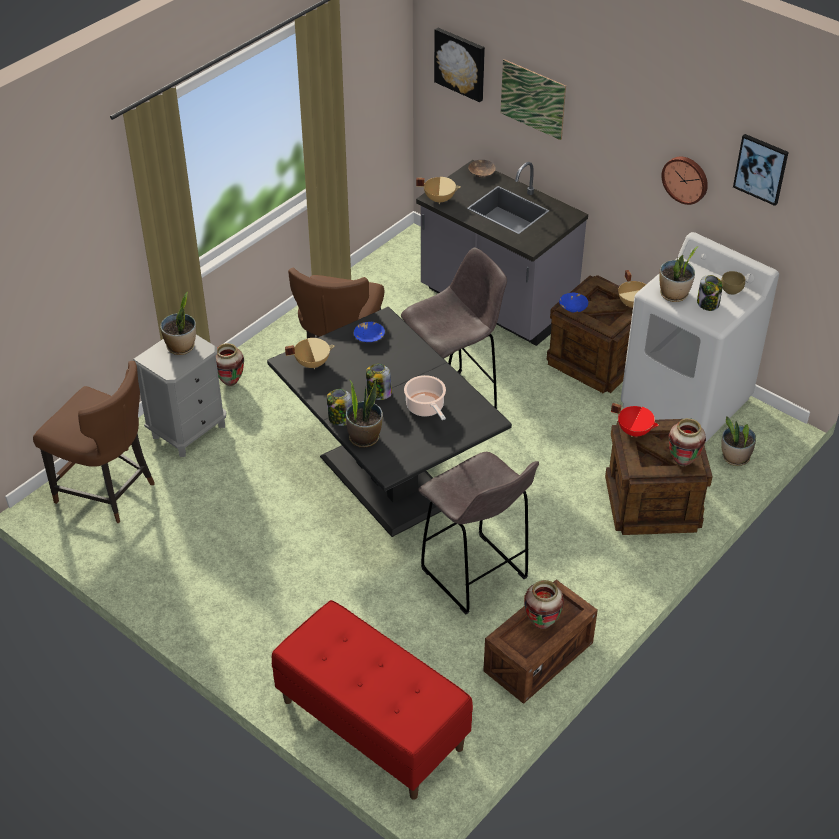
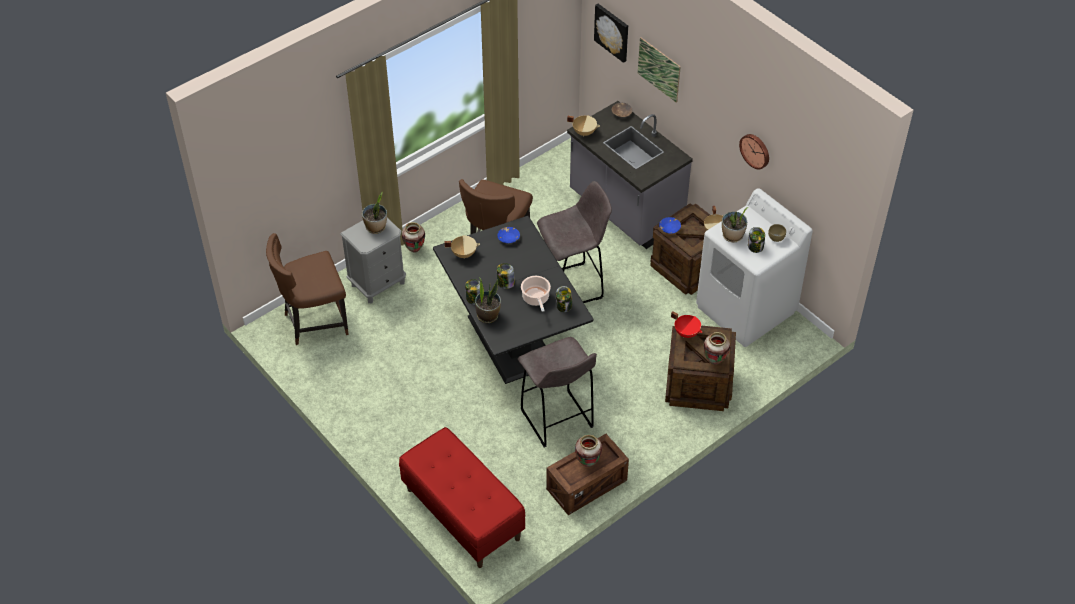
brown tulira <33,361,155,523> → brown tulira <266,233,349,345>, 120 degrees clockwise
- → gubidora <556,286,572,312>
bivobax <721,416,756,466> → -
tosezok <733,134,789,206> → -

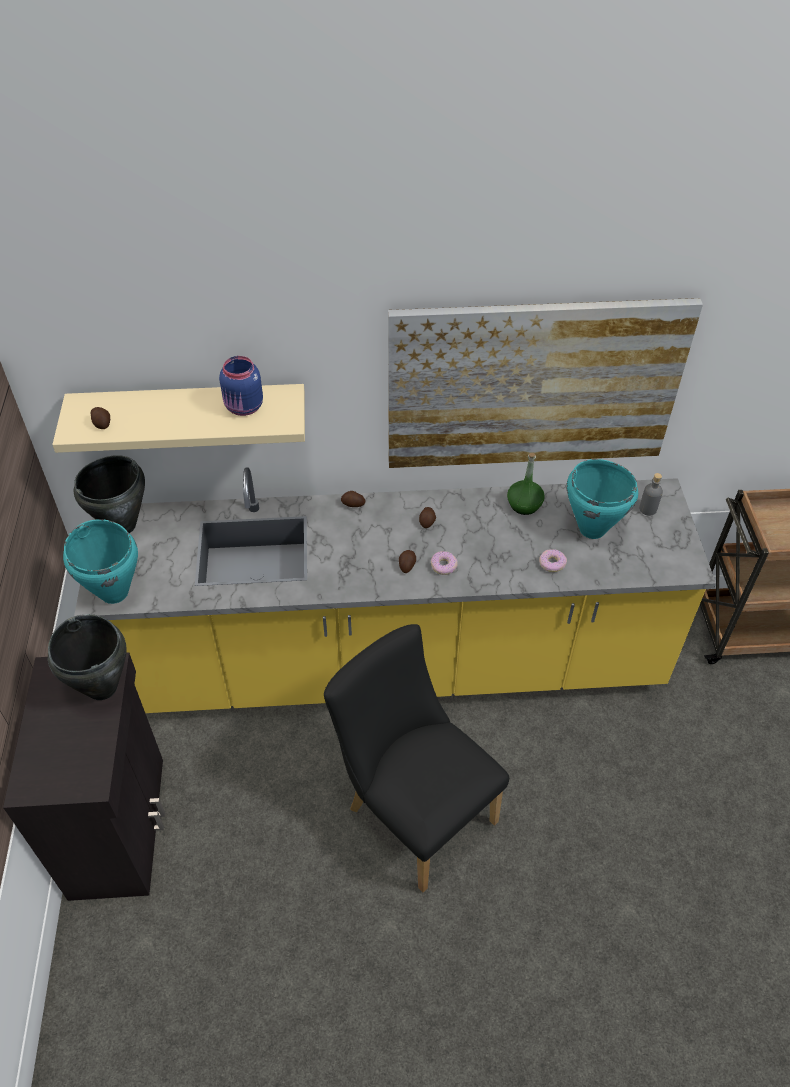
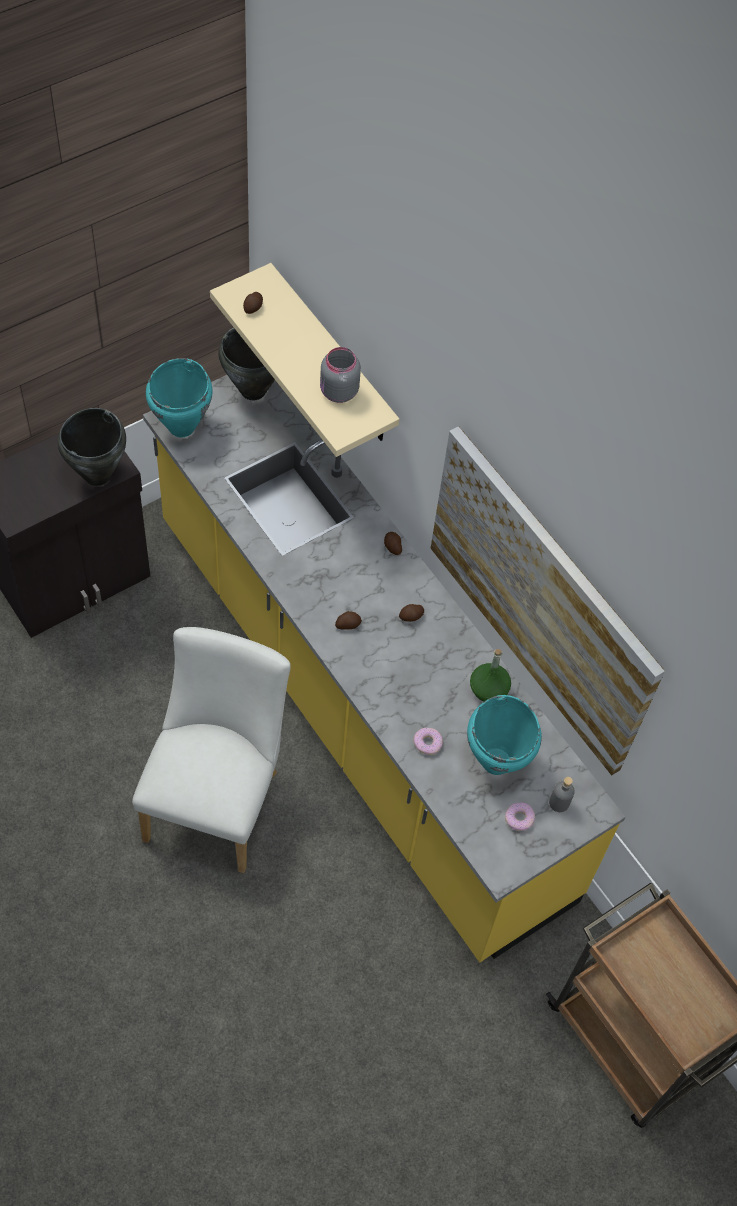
black tulira <324,624,509,892> → white tulira <132,627,291,873>
blue gubidora <219,356,263,416> → grey gubidora <320,347,361,403>
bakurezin <431,551,458,575> → bakurezin <505,802,535,831>, shifted

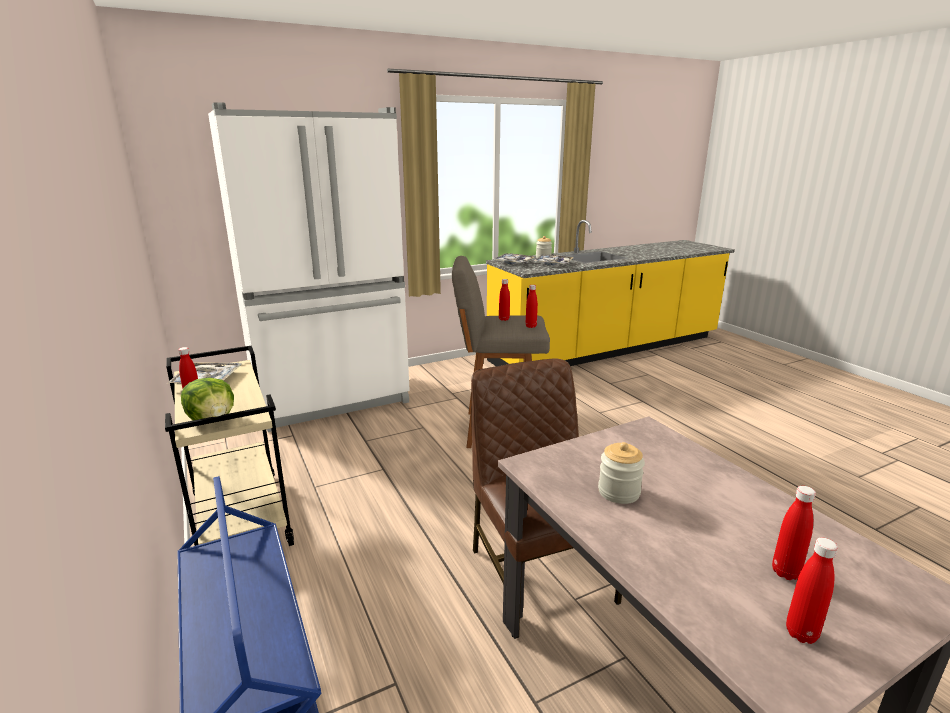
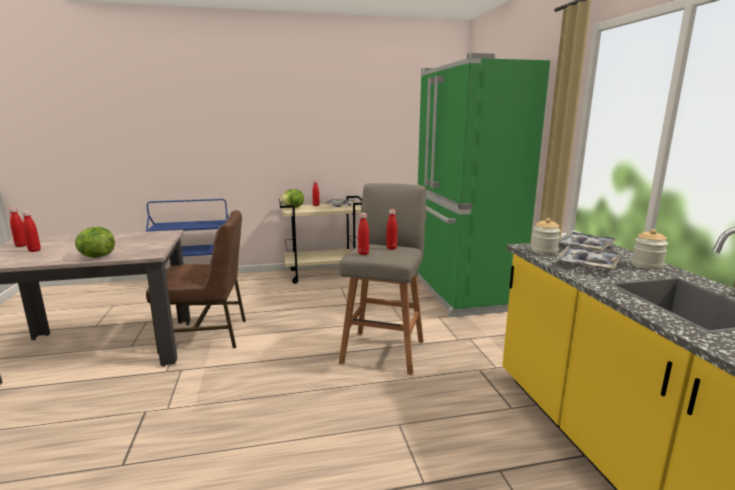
- → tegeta <75,227,115,258>
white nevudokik <208,102,410,432> → green nevudokik <416,53,550,317>
gubidora <598,442,645,504> → gubidora <531,218,561,255>, shifted

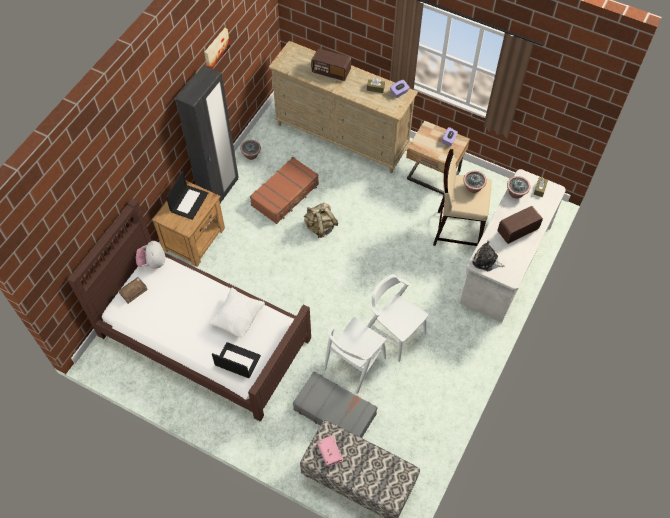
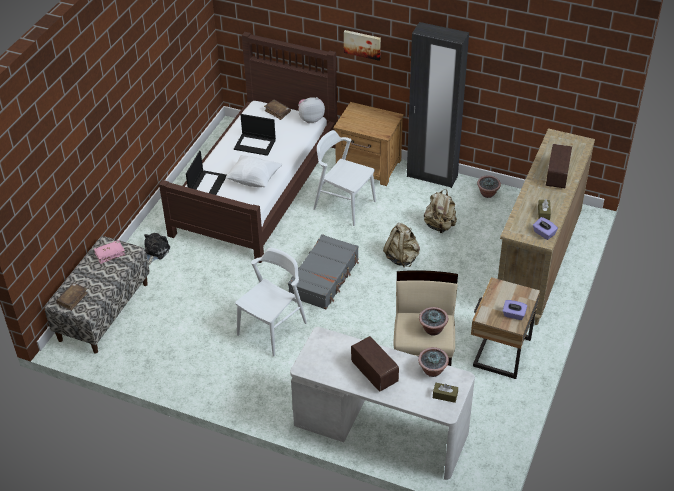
- → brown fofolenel <56,283,88,311>
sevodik <472,241,505,271> → sevodik <144,233,170,265>, shifted
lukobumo <166,171,208,220> → lukobumo <234,114,276,156>, shifted
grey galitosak <293,371,377,438> → grey galitosak <288,234,359,310>, shifted
white tulira <324,317,386,394> → white tulira <313,130,376,226>, shifted
tosezok <204,28,230,69> → tosezok <344,30,381,61>, shifted
brown galitosak <250,157,319,224> → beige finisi <424,190,457,233>

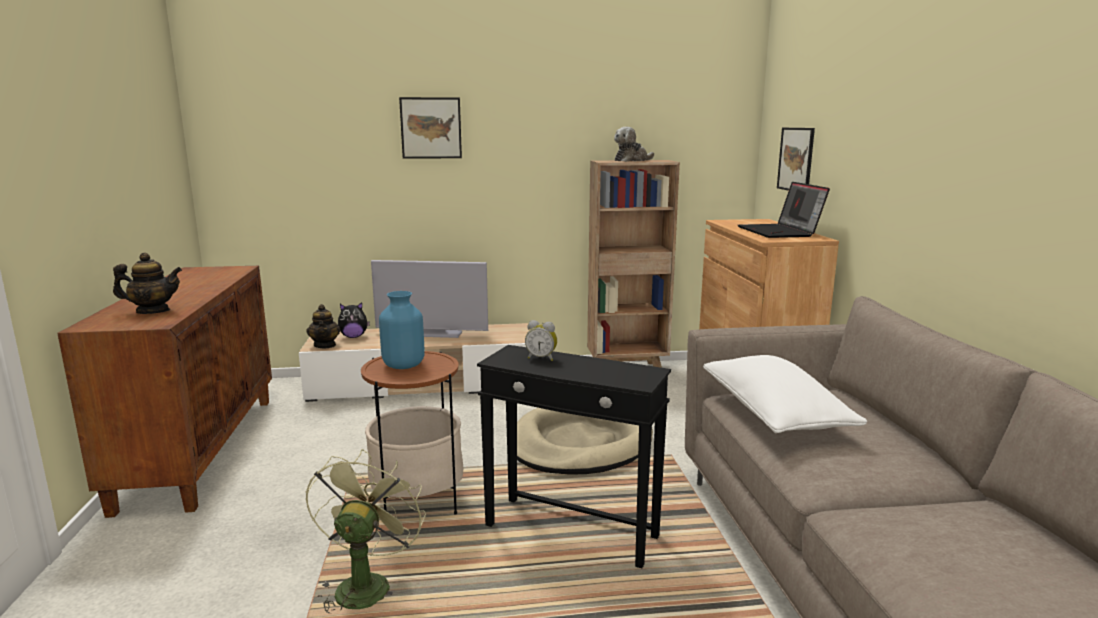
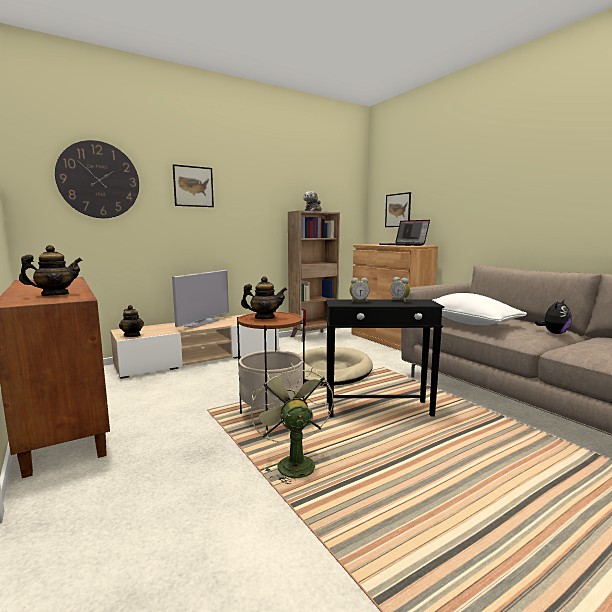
- → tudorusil <55,140,139,218>
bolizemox <371,260,488,338> → bolizemox <172,270,229,328>, 45 degrees counterclockwise
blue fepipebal <379,291,425,369> → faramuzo <241,276,287,319>
- → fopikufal <390,277,410,302>
sevodik <338,302,370,338> → sevodik <535,299,572,334>, shifted

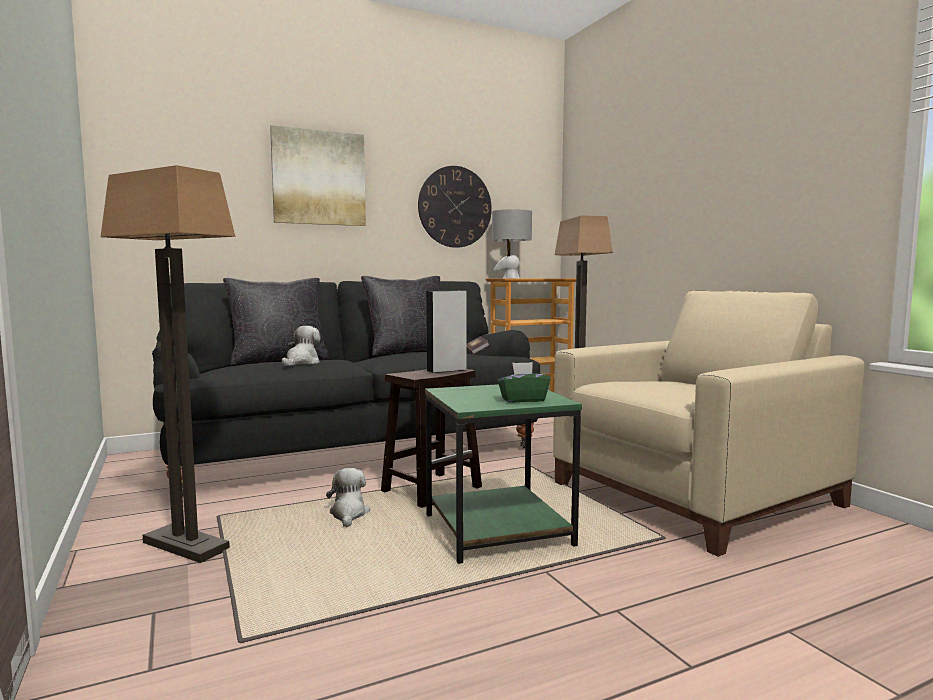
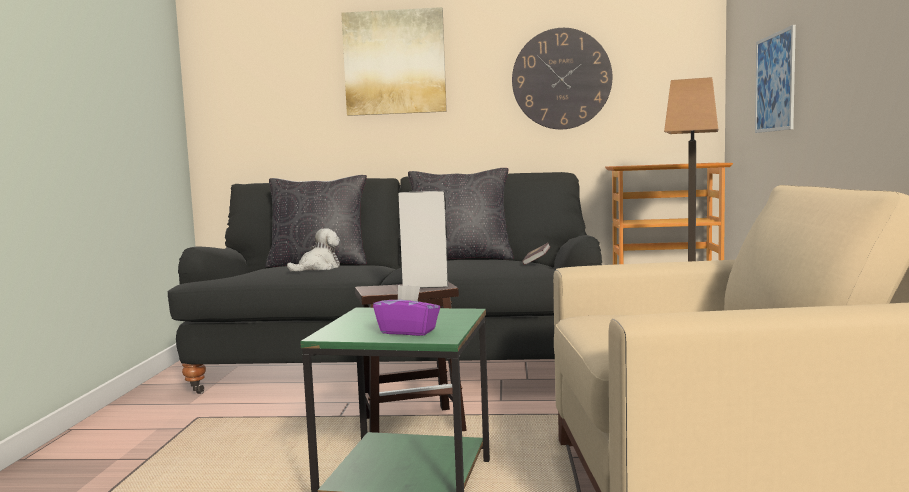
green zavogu <498,362,550,402> → purple zavogu <373,285,440,336>
- → tosezok <755,25,796,133>
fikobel <101,165,235,563> → -
sevodik <326,468,370,527> → -
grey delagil <492,209,532,278> → -

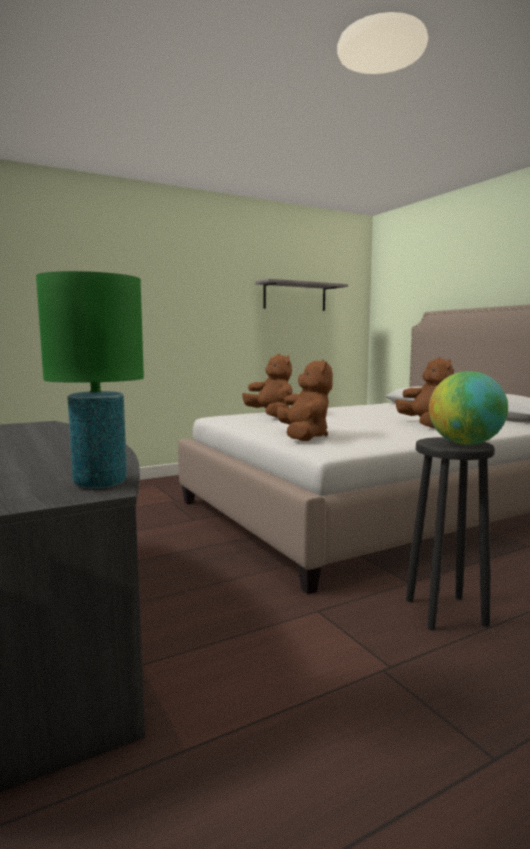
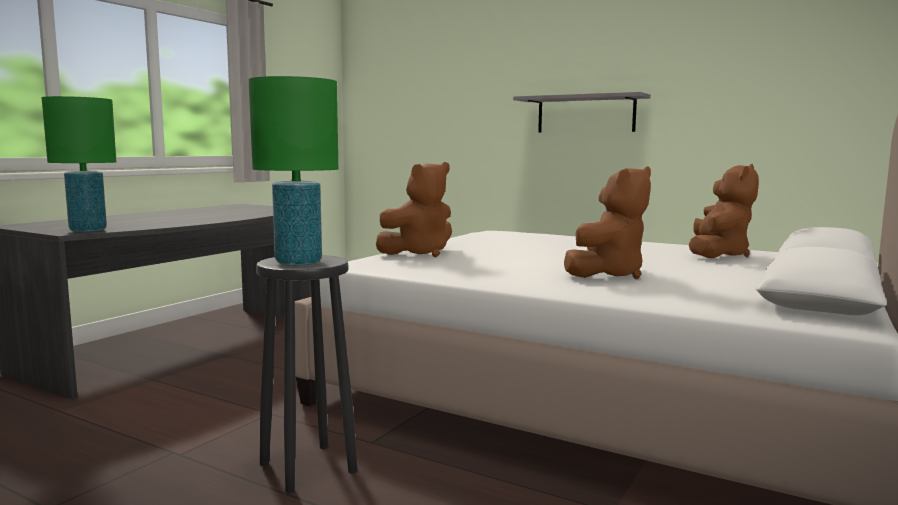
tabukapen <429,371,508,445> → green delagil <248,76,338,266>
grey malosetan <255,279,348,311> → grey malosetan <513,92,651,132>, shifted
brown sevodik <242,354,292,418> → brown sevodik <689,164,759,258>, shifted

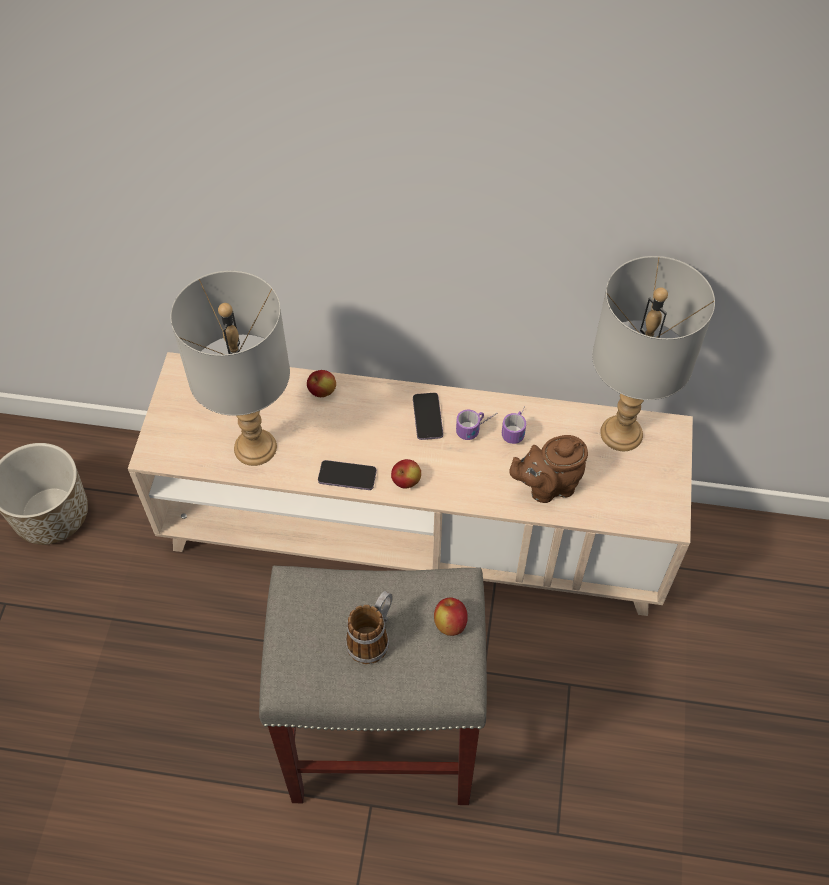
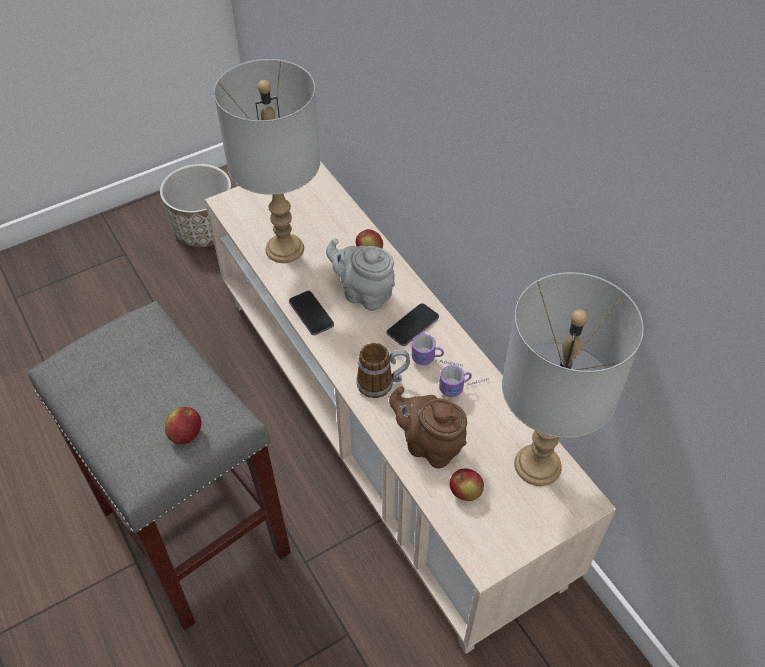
- → grey faramuzo <326,238,395,311>
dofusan <346,591,393,664> → dofusan <356,343,410,398>, shifted
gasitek <391,459,421,489> → gasitek <450,468,484,501>, shifted

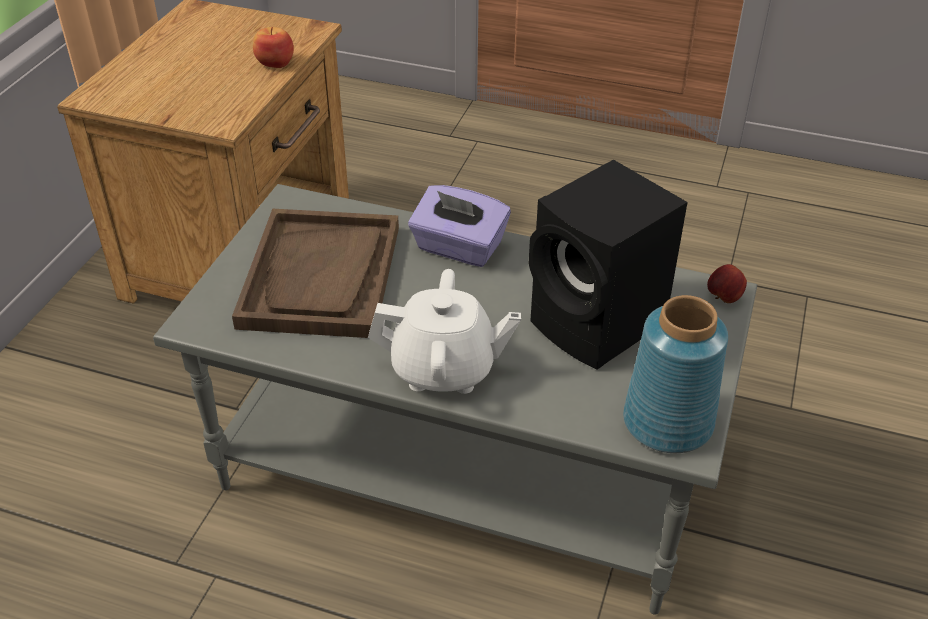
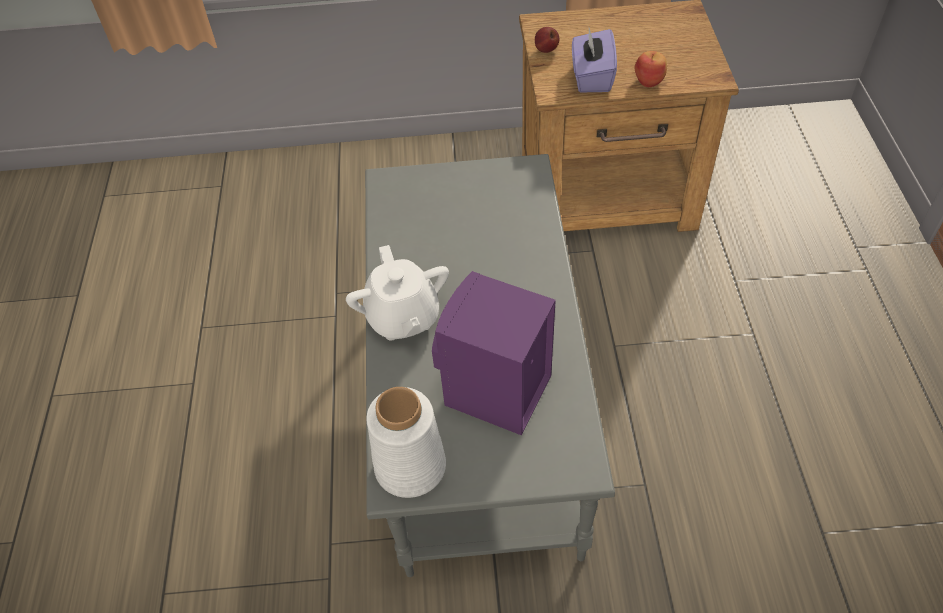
blue fepipebal <623,295,728,453> → white fepipebal <366,387,446,498>
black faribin <529,160,688,370> → purple faribin <432,271,556,435>
gasitek <707,264,747,303> → gasitek <535,27,560,53>, shifted
purple zavogu <408,185,511,267> → purple zavogu <572,28,617,92>, shifted
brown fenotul <232,209,399,338> → -

